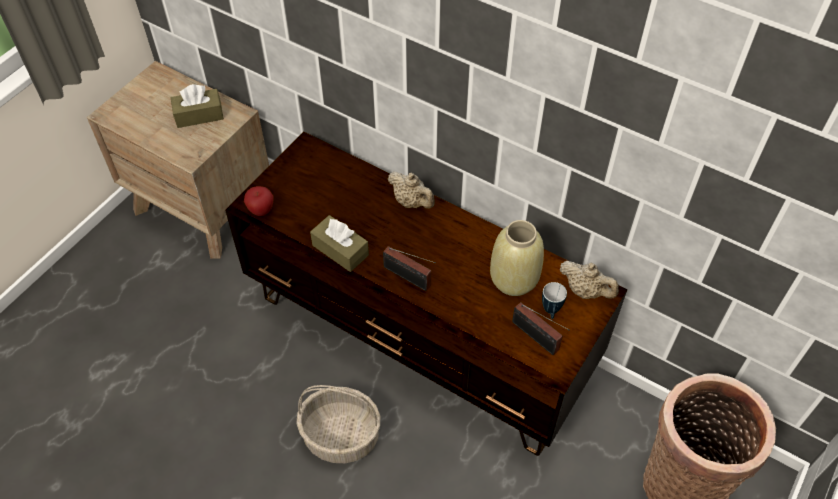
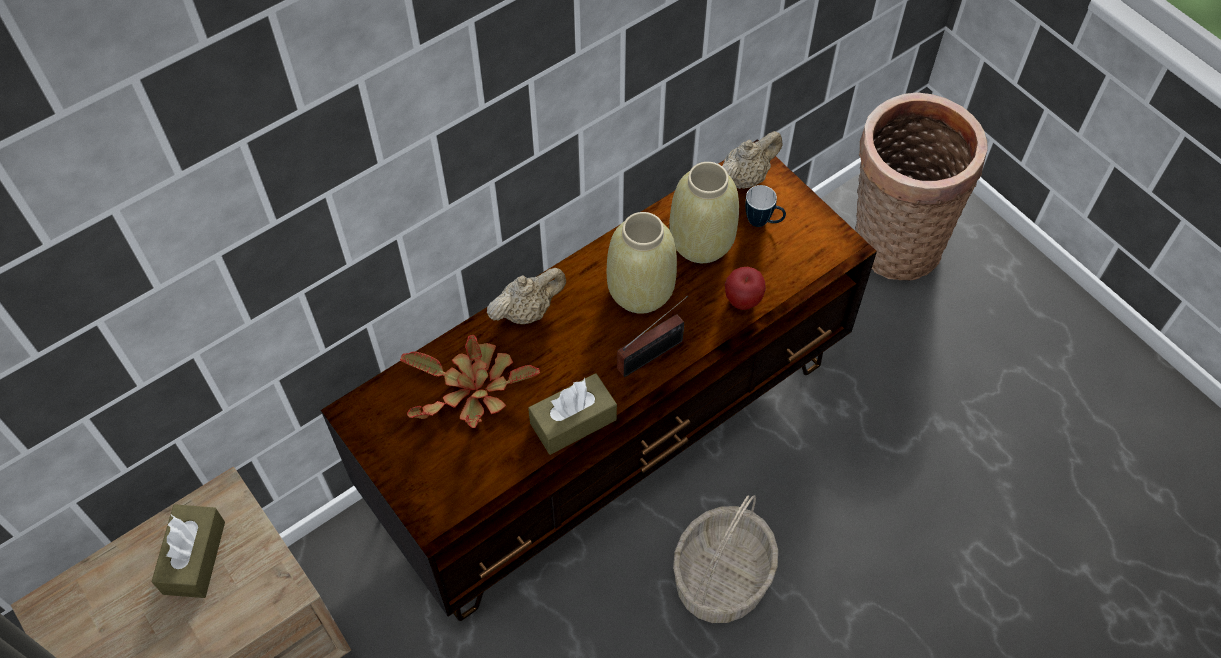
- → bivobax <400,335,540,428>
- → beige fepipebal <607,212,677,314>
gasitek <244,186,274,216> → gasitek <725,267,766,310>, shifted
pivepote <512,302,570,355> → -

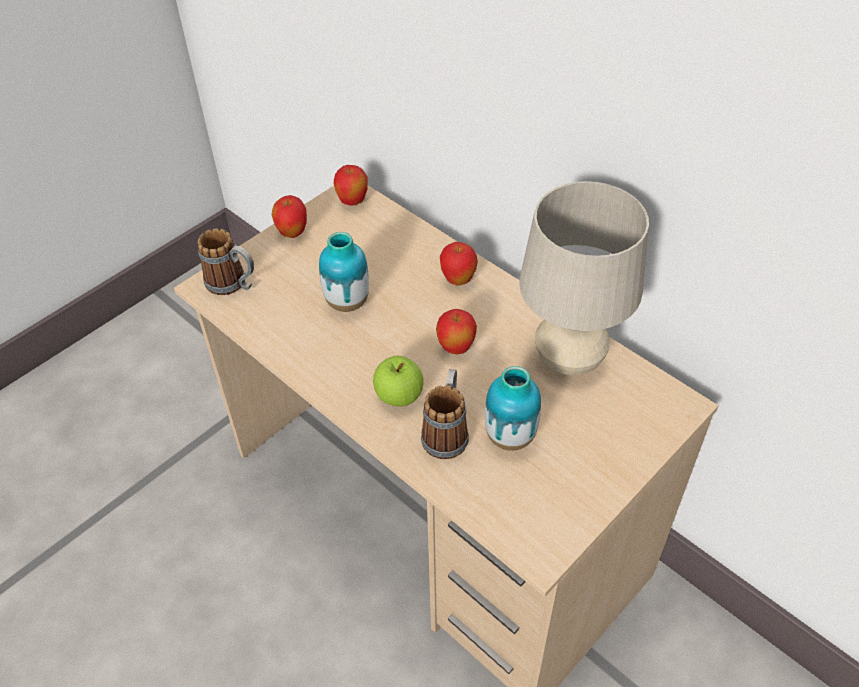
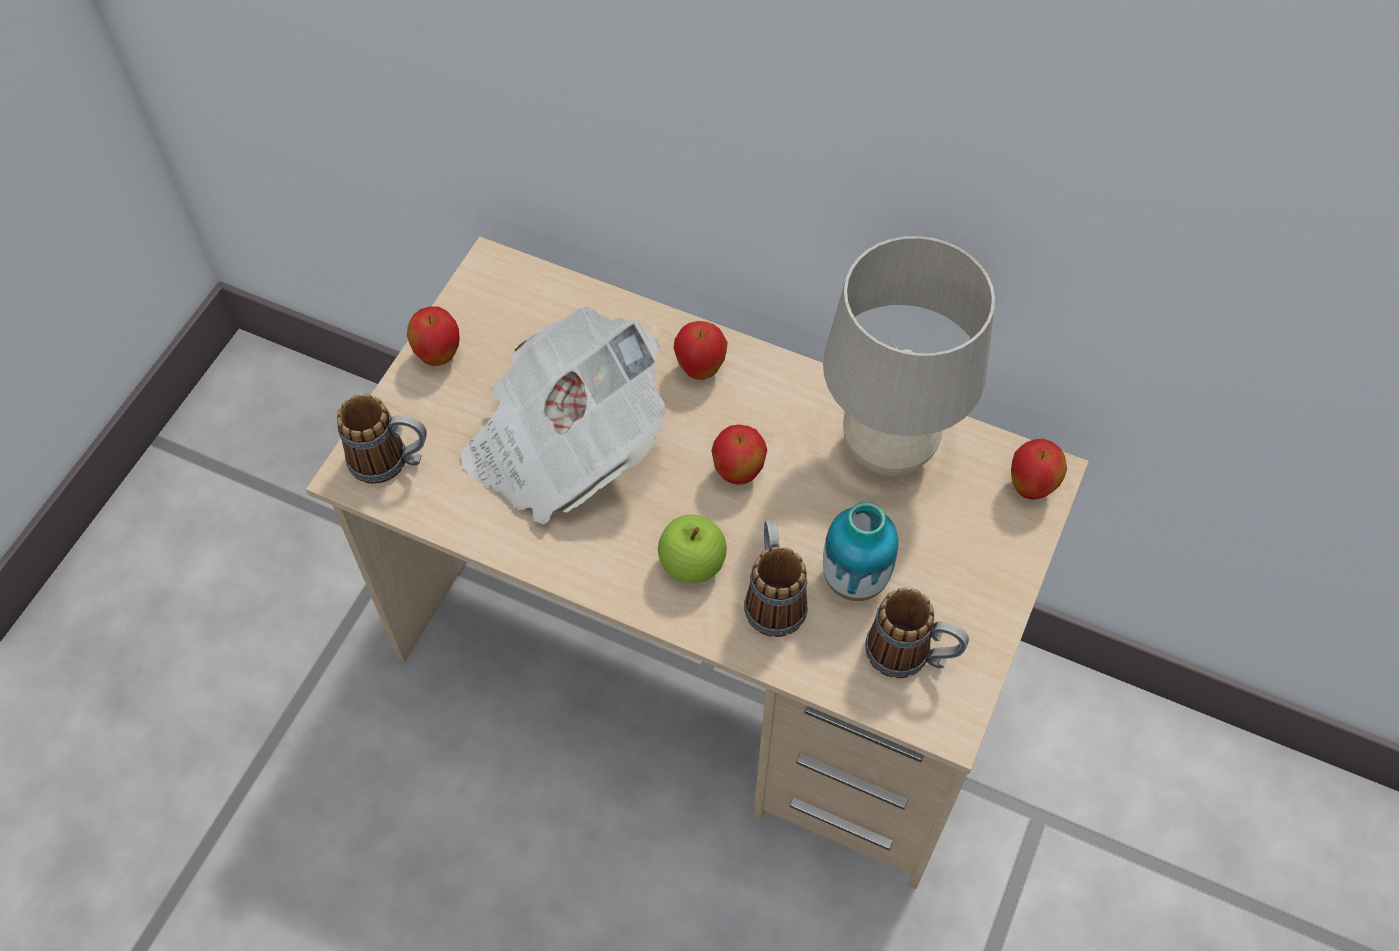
fepipebal <319,232,369,312> → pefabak <461,307,665,525>
- → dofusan <865,588,969,678>
gasitek <334,165,368,206> → gasitek <1011,439,1067,500>, shifted

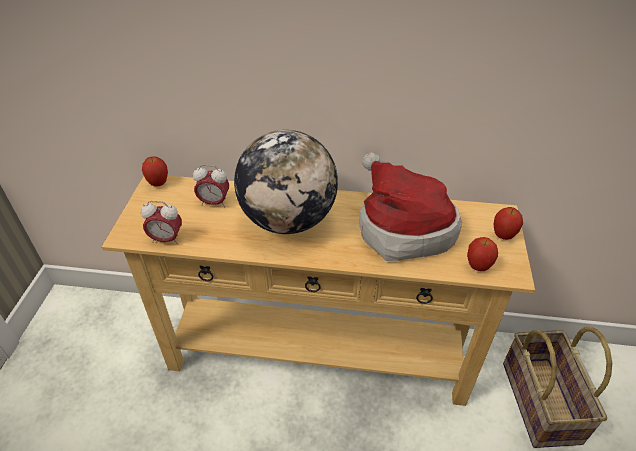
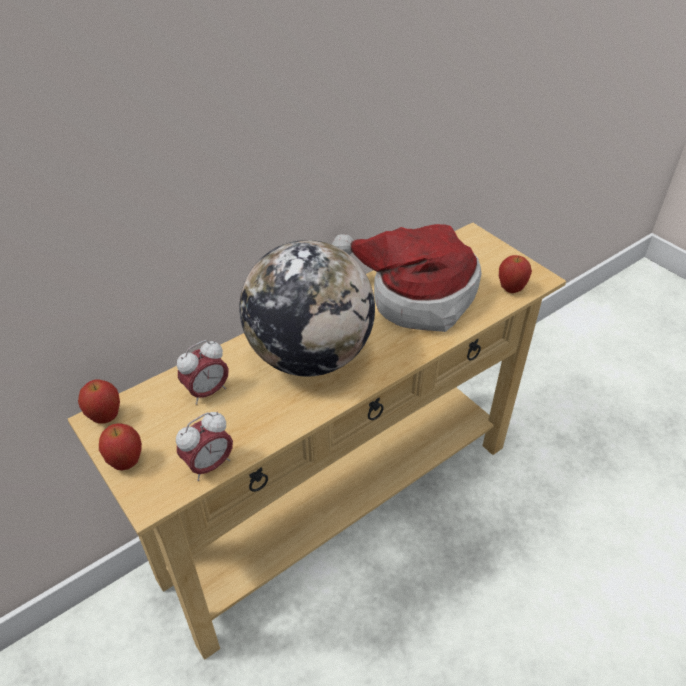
gasitek <494,207,523,240> → gasitek <99,423,142,470>, shifted
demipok <503,326,612,448> → -

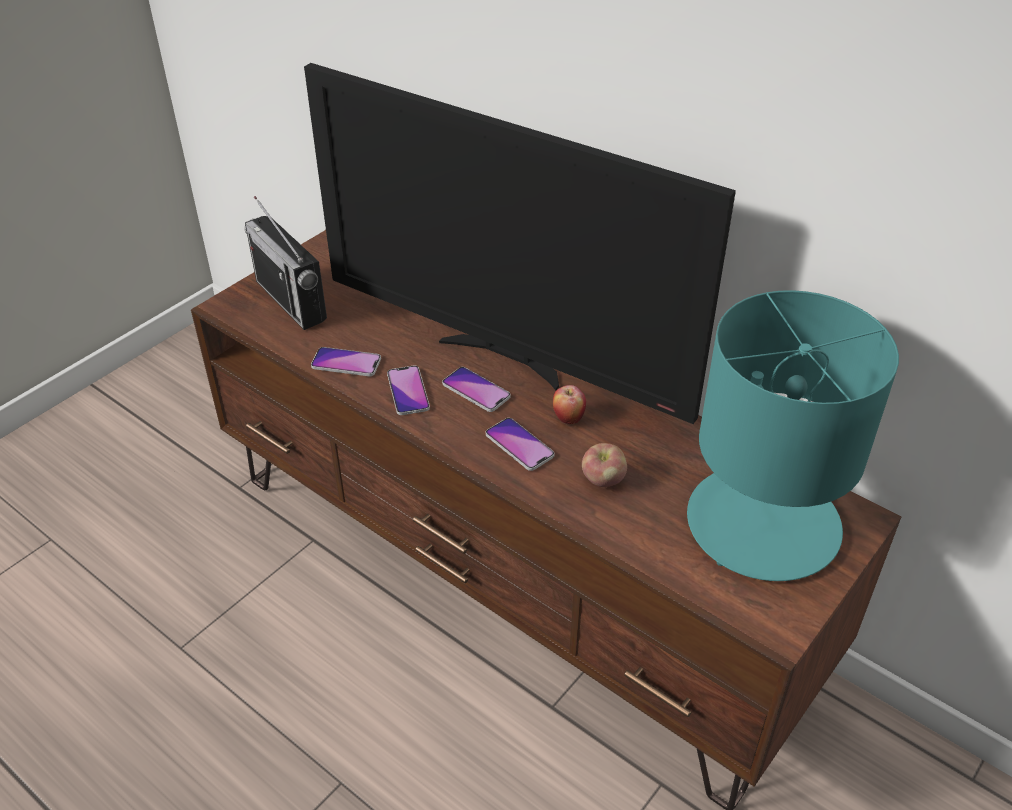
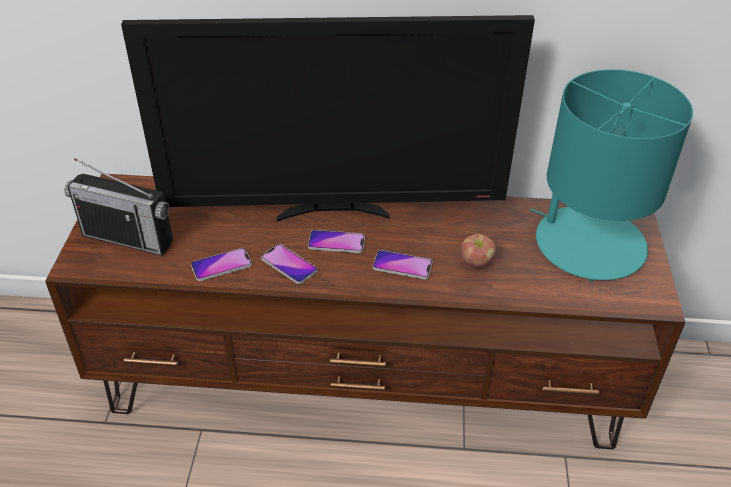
gasitek <553,385,586,424> → -

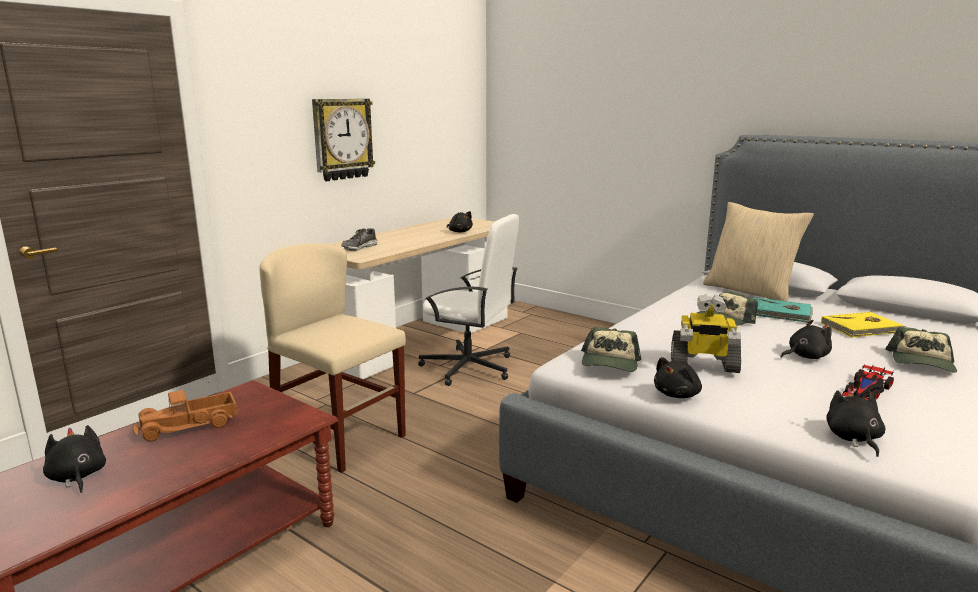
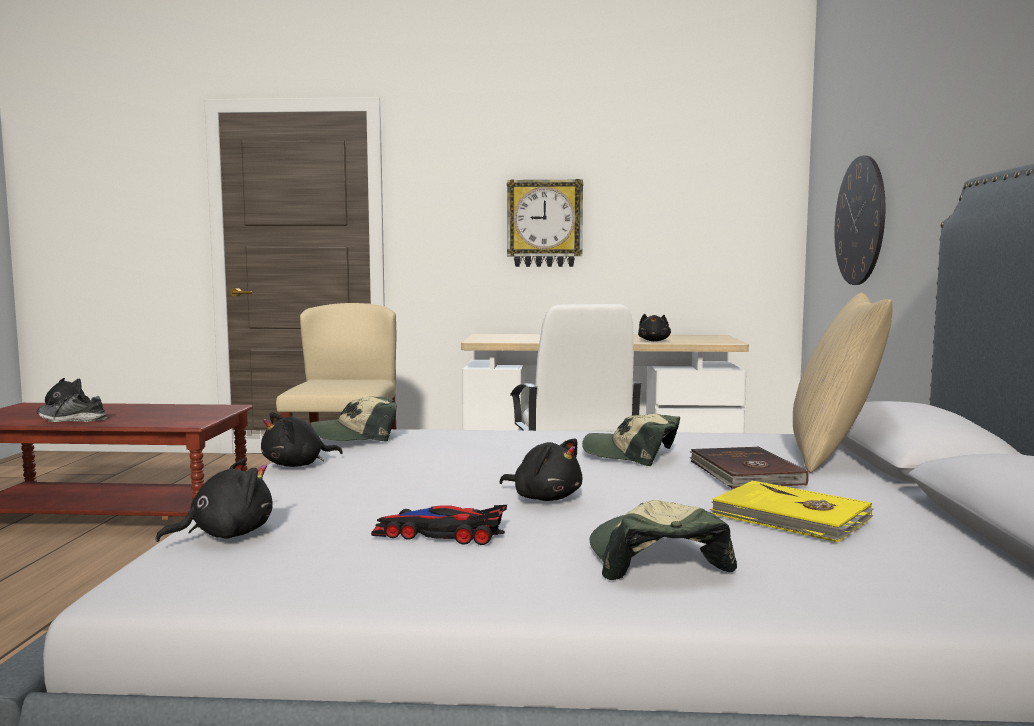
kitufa <341,228,378,251> → kitufa <38,394,107,422>, shifted
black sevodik <654,357,702,398> → black sevodik <261,412,343,467>, 45 degrees counterclockwise
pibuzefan <885,327,957,373> → pibuzefan <589,500,737,580>, 90 degrees clockwise
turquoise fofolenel <753,297,813,323> → brown fofolenel <690,446,809,489>
- → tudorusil <834,156,885,285>
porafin <133,390,238,442> → -
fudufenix <671,294,741,373> → -

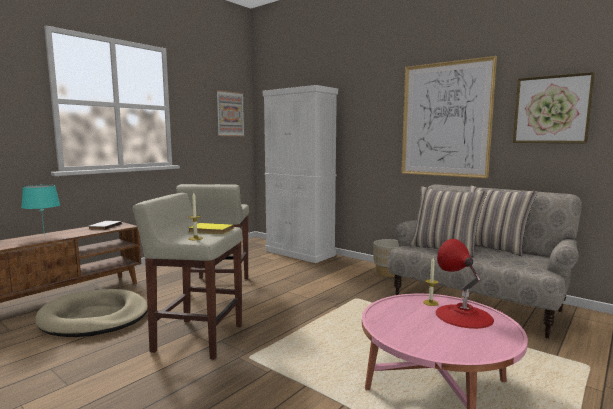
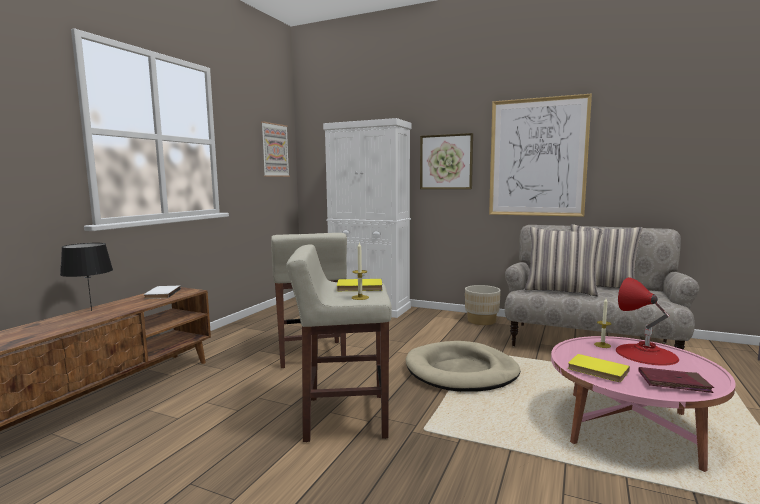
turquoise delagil <21,185,60,236> → black delagil <60,243,113,311>
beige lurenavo <35,289,148,337> → beige lurenavo <406,341,520,392>, shifted
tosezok <513,72,595,143> → tosezok <420,133,473,189>, shifted
- → yellow fofolenel <568,354,630,382>
- → red fofolenel <638,367,714,393>

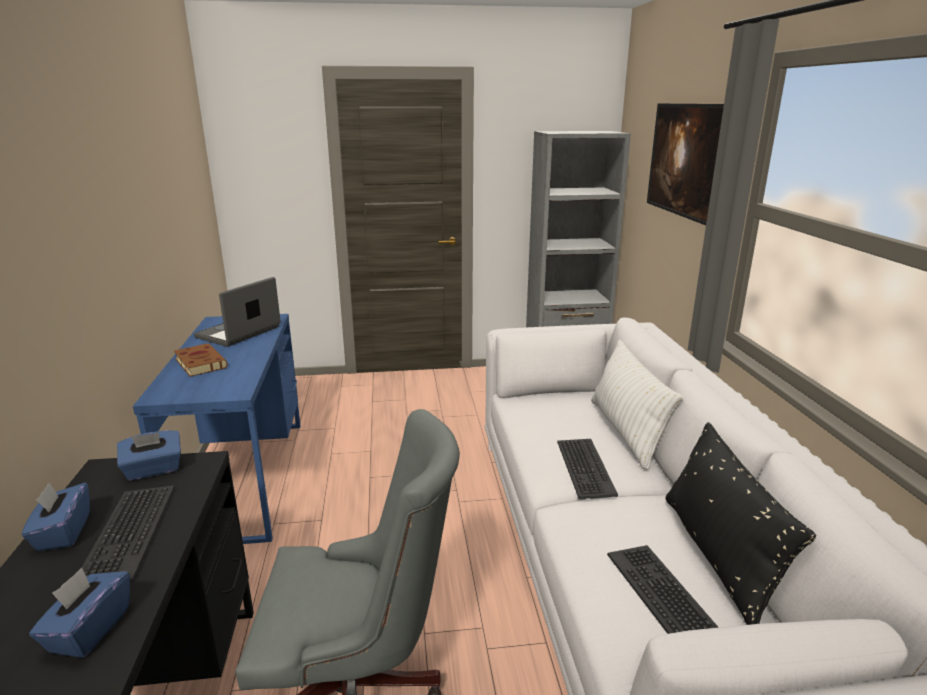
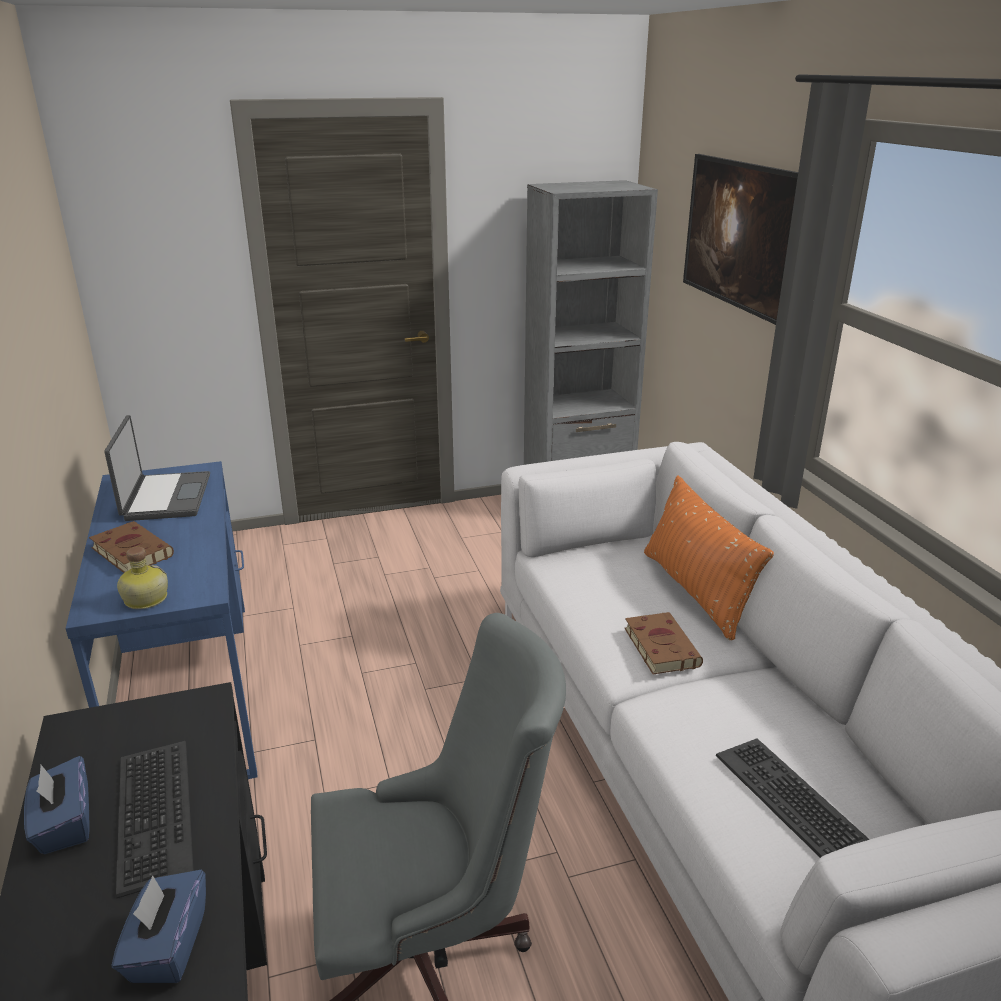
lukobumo <194,277,281,347> → lukobumo <105,415,210,521>, 150 degrees clockwise
- → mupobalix <117,547,168,609>
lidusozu <557,439,618,499> → brown fofolenel <625,612,703,674>
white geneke <591,340,683,470> → orange geneke <644,476,774,640>
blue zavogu <117,430,181,481> → -
black geneke <665,422,816,625> → -

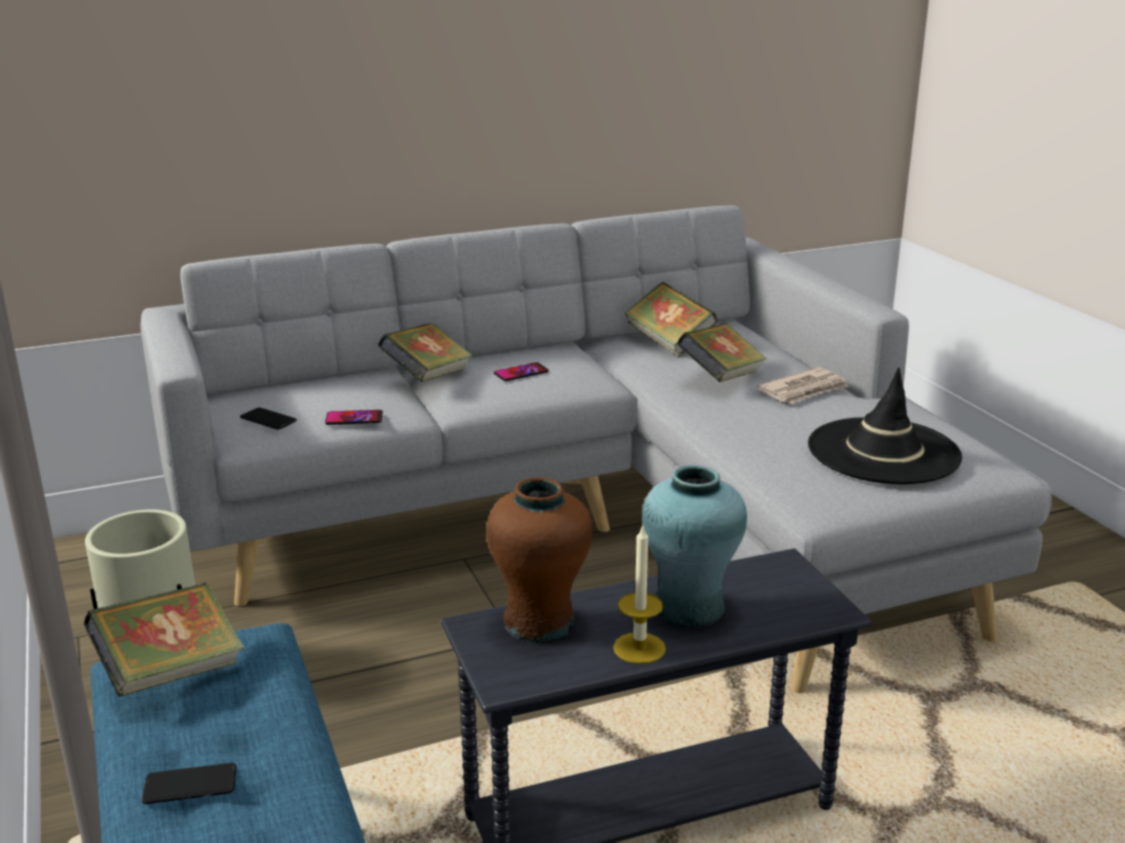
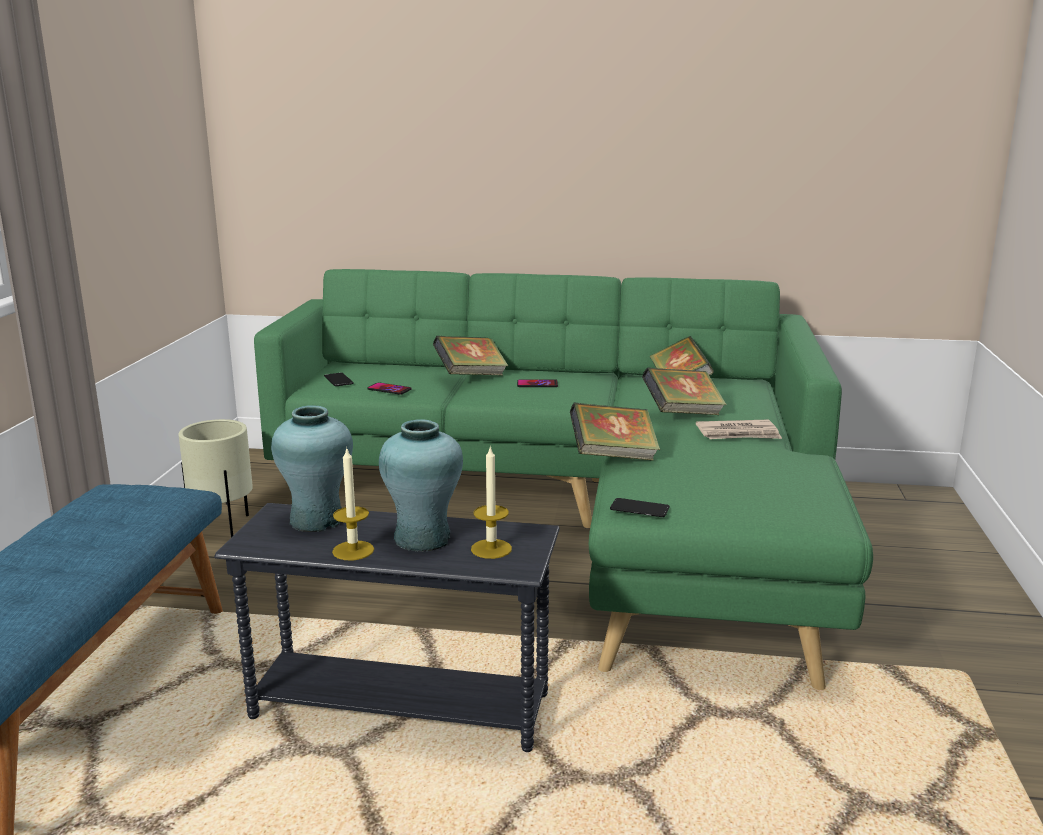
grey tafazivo <141,205,1052,693> → green tafazivo <254,269,873,690>
brown fepipebal <486,477,593,643> → turquoise fepipebal <271,405,353,532>
- → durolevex <471,445,512,559>
fofolenel <84,582,244,697> → fofolenel <570,403,660,461>, shifted
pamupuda <142,763,236,804> → pamupuda <610,498,670,517>, shifted
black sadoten <808,368,962,484> → -

